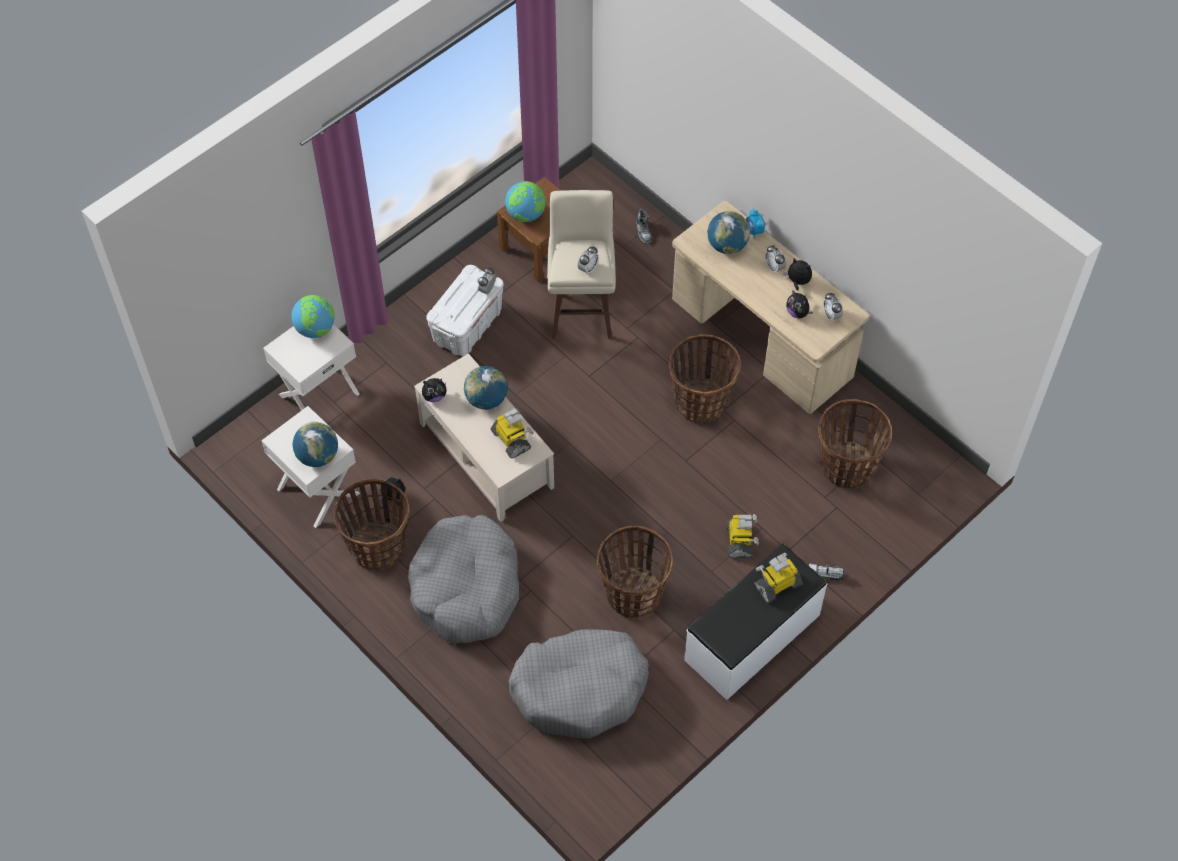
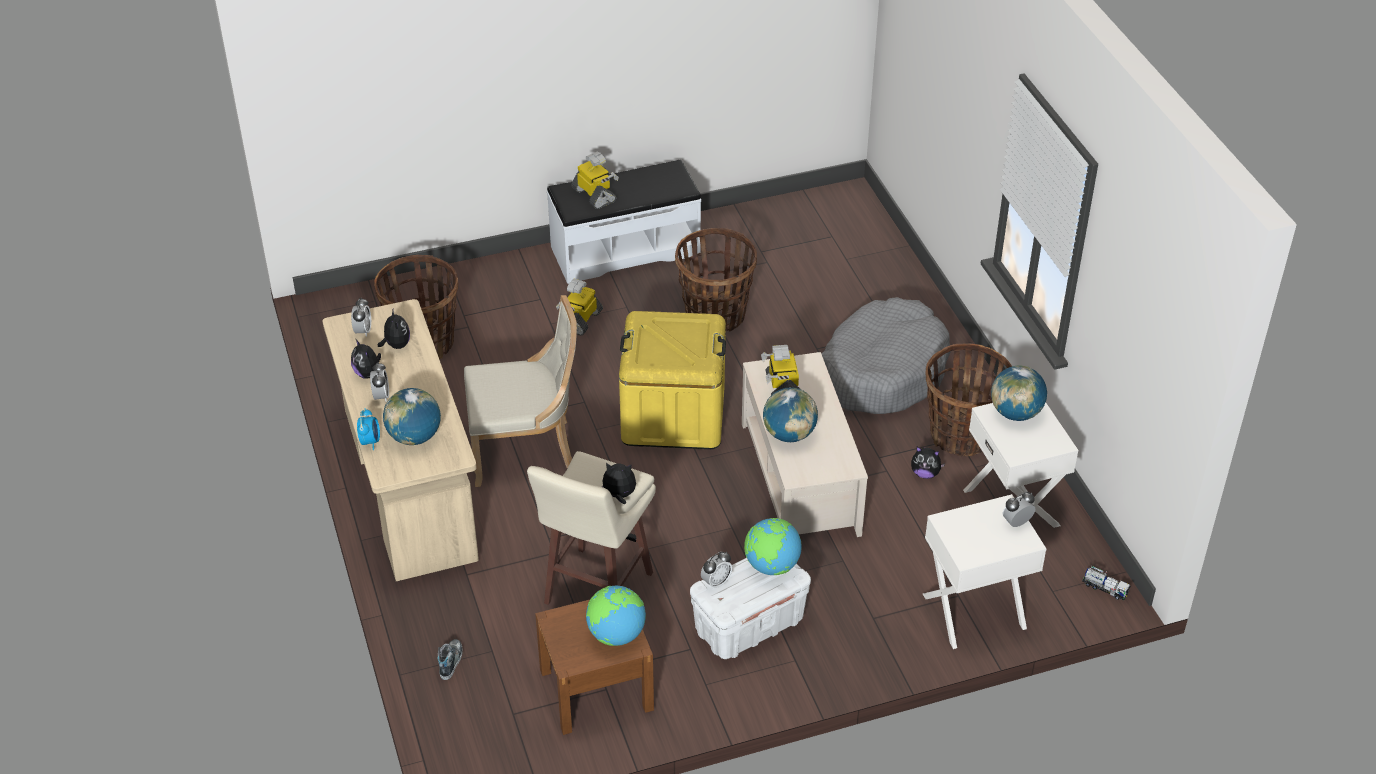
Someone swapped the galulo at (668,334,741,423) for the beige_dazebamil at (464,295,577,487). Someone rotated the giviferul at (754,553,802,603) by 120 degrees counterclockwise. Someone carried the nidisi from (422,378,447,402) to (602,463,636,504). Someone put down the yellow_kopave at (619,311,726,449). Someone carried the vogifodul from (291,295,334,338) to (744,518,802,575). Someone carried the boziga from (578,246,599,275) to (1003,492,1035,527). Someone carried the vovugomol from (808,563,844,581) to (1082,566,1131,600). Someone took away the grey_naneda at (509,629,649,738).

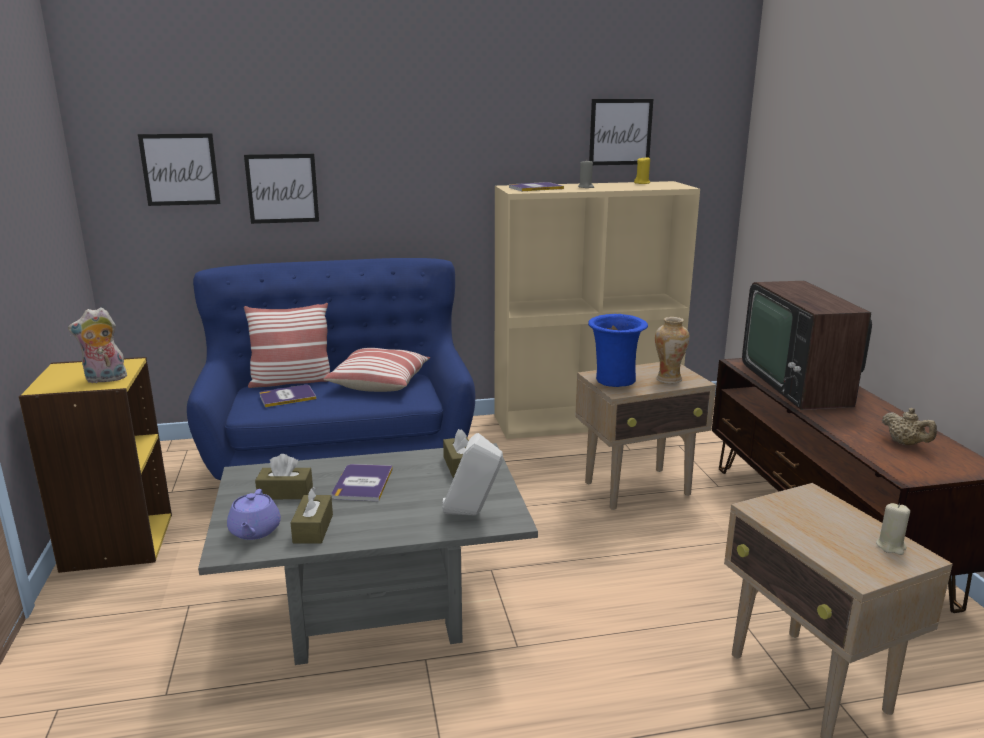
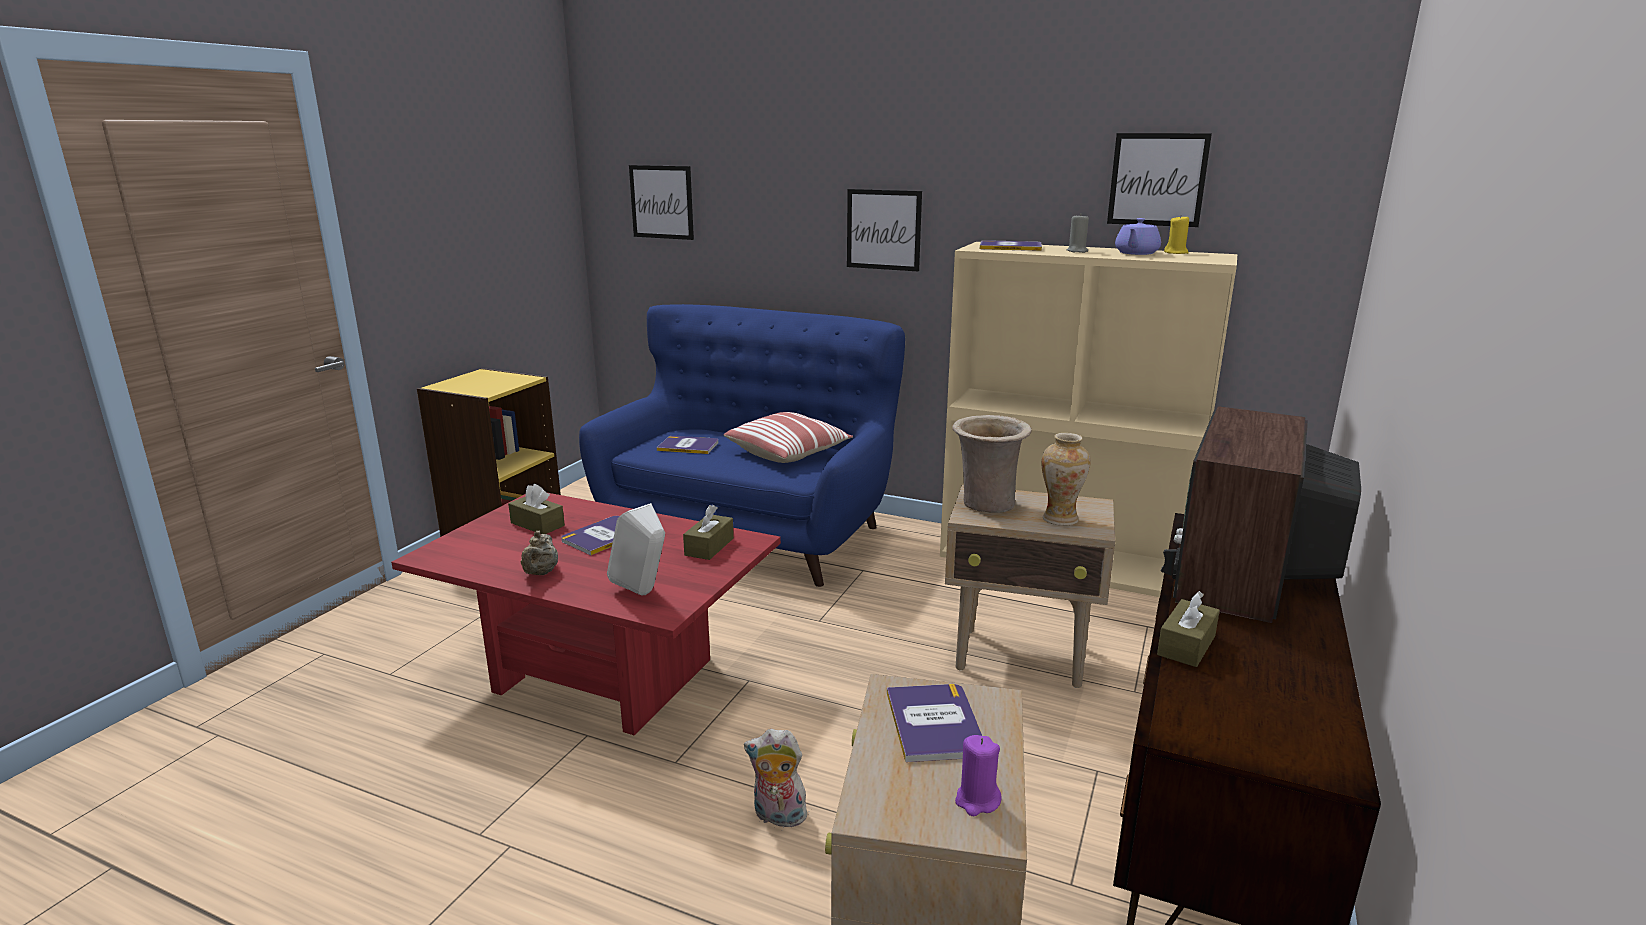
Someone repainted the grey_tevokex at (198,443,538,665), which became the red_tevokex at (391,493,781,735). Someone carried the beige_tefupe from (882,408,937,445) to (520,531,558,575). Someone carried the nidisi from (68,307,130,383) to (744,729,807,827). Someone carried the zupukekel from (244,154,319,224) to (847,189,922,271). Someone put down the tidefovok at (887,684,982,762). Someone repainted the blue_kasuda at (588,314,648,387), which became the beige_kasuda at (952,415,1032,513). Someone repainted the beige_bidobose at (876,503,910,555), which became the purple_bidobose at (955,735,1002,816). Someone carried the purple_tefupe from (227,489,281,540) to (1115,218,1161,255). Someone carried the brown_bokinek from (291,486,333,544) to (1157,591,1220,667). Someone took away the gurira at (244,303,330,388).

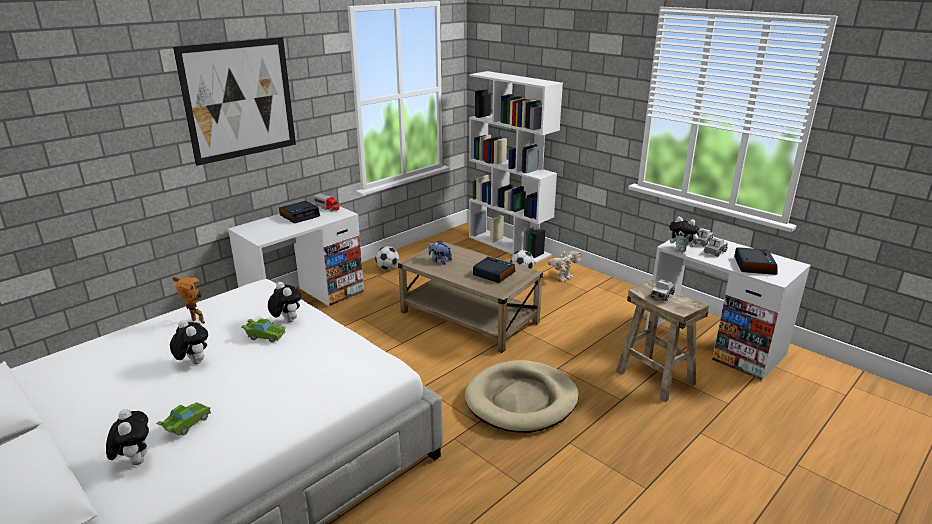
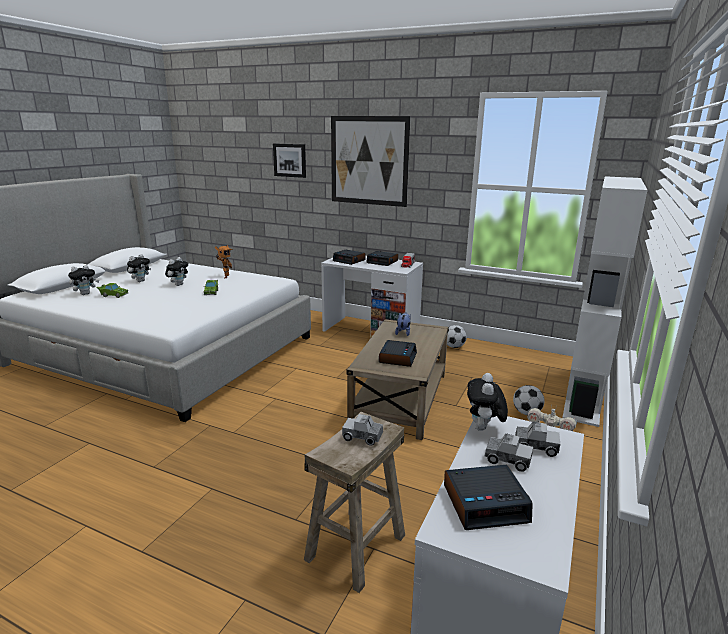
Someone carried the nidisi from (268,282,301,323) to (127,254,151,282). Someone put up the zupukekel at (273,143,306,178). Someone put down the boziga at (333,250,366,265). Someone took away the beige_naneda at (464,360,579,433).

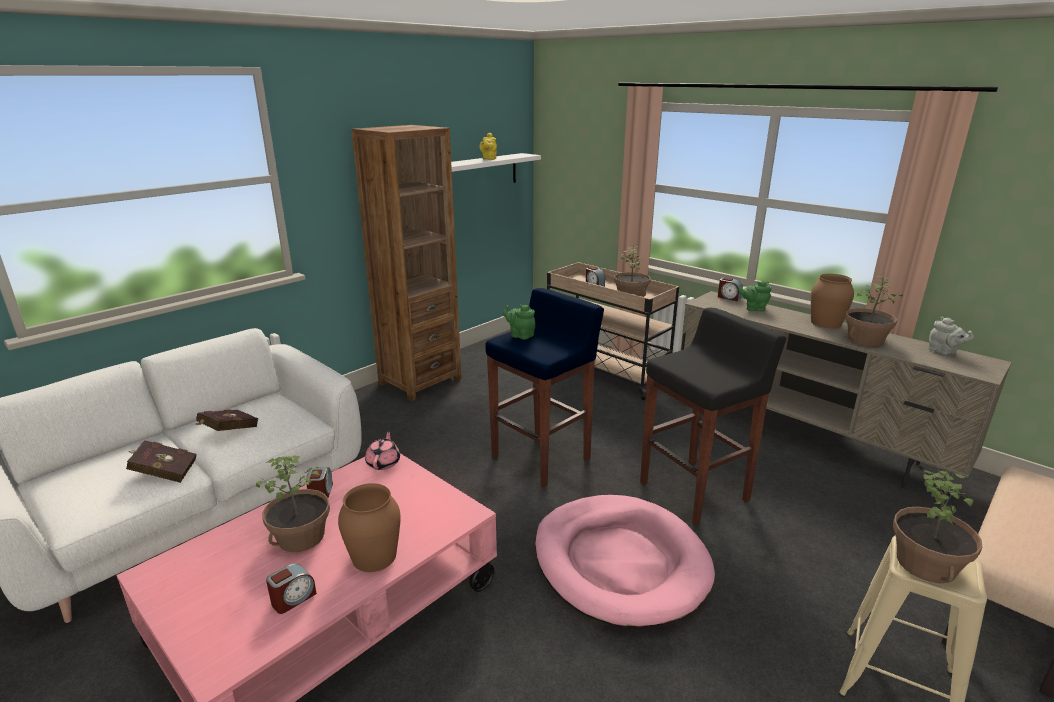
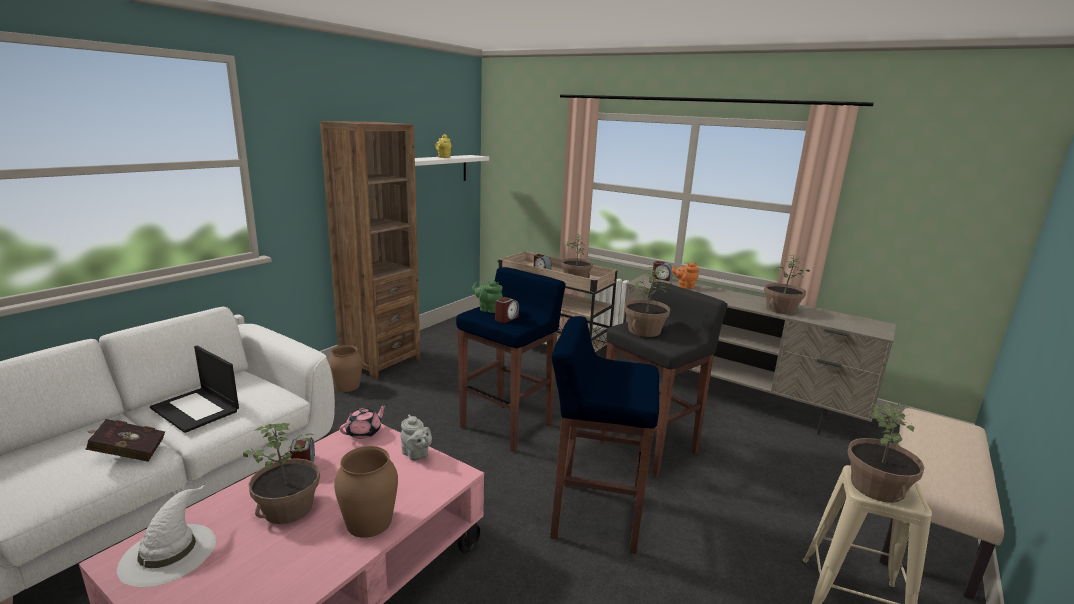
Someone put down the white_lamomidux at (117,483,216,587). Someone swapped the red_tidefovok at (195,409,259,431) for the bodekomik at (150,345,239,433). Someone carried the brown_kasuda from (811,274,854,329) to (328,345,363,392). Someone rotated the pink_tefupe at (365,430,400,470) by 45 degrees clockwise. Someone carried the grey_tefupe from (928,317,974,355) to (400,415,432,461). Someone carried the boziga from (266,564,317,614) to (495,297,519,323). Someone swapped the pink_naneda at (535,495,715,628) for the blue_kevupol at (550,316,659,554). Someone put down the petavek at (624,267,672,337). Someone repainted the green_tefupe at (738,281,772,312), which became the orange_tefupe at (672,262,699,289).

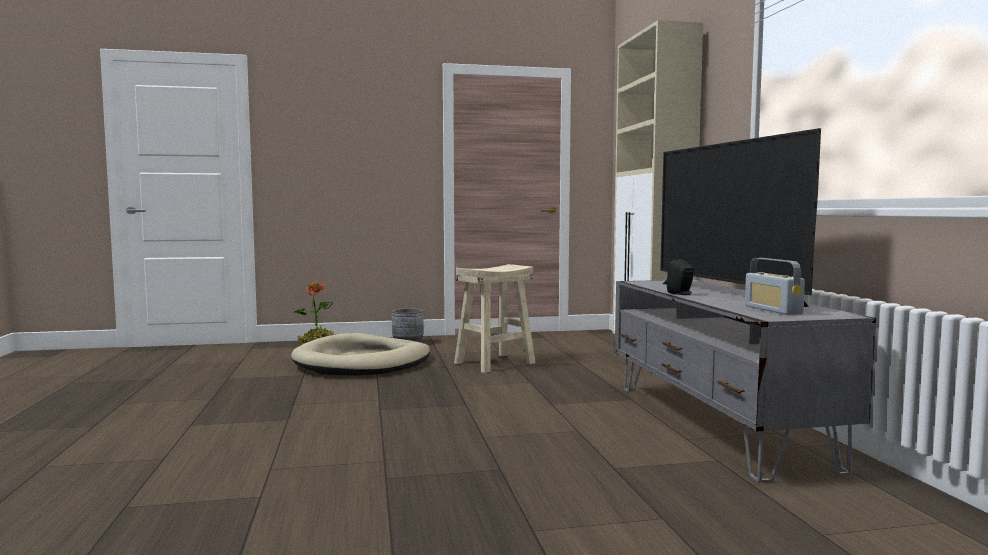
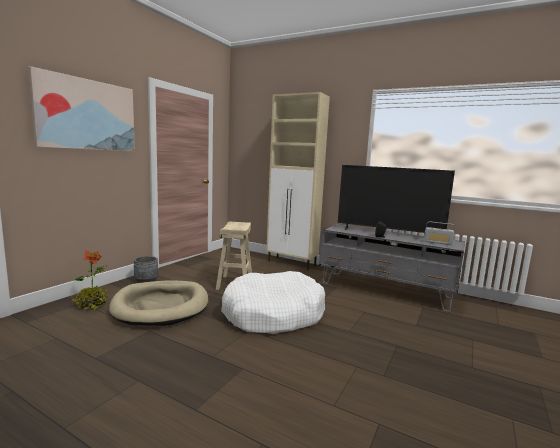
Someone put up the zupukekel at (28,66,135,151). Someone put down the white_naneda at (221,271,325,334).

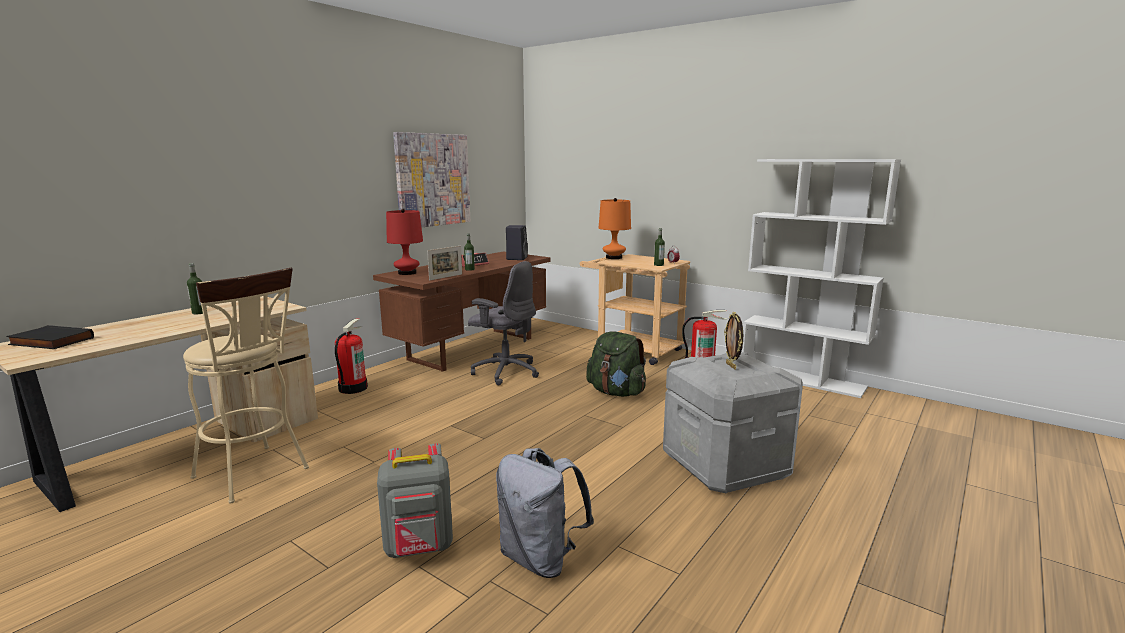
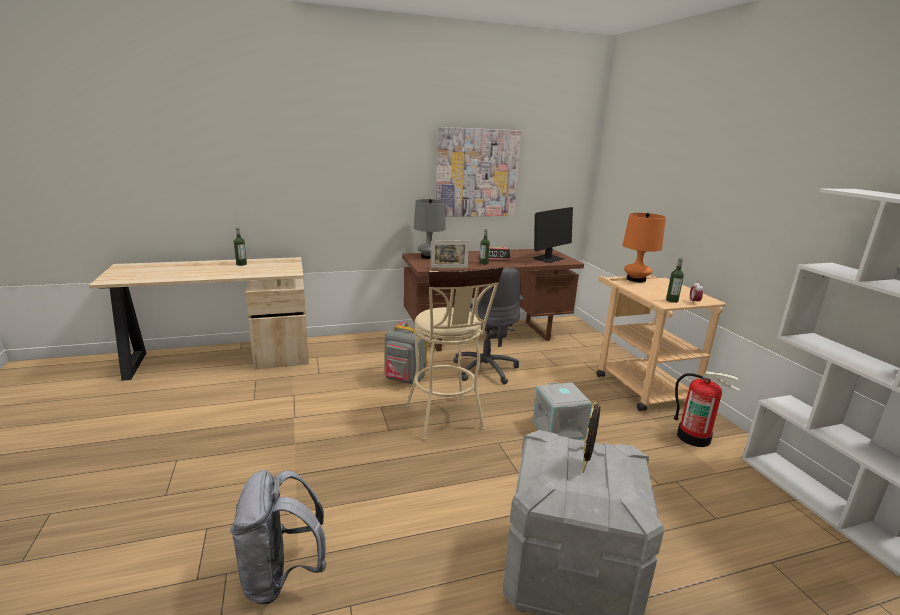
Someone carried the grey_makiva from (377,443,453,558) to (385,321,427,384). Someone carried the beige_kevupol from (183,268,309,503) to (406,266,503,440). Someone repainted the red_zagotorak at (386,209,423,275), which became the grey_zagotorak at (414,199,446,259). Someone swapped the green_makiva at (586,331,646,397) for the grey_kopave at (532,382,592,440). Someone swapped the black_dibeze at (506,225,528,260) for the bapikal at (533,207,573,263). Someone took away the black_tidefovok at (6,325,94,349). Someone took away the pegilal at (335,319,368,394).

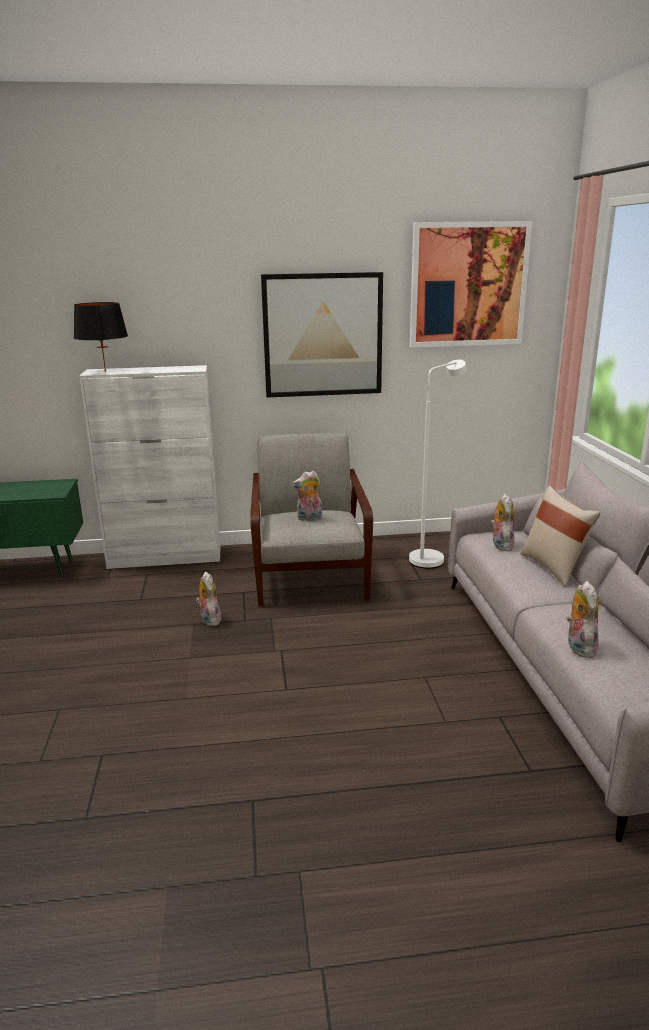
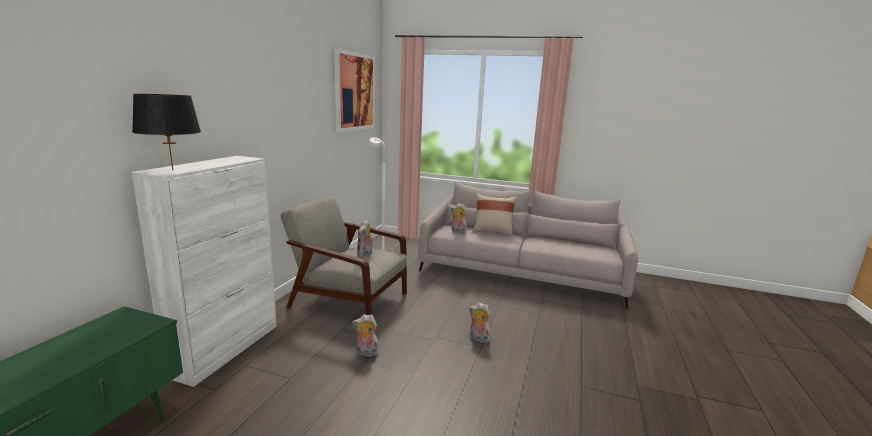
Someone carried the nidisi from (566,581,599,658) to (469,303,490,343). Someone took away the zupukekel at (261,272,383,398).

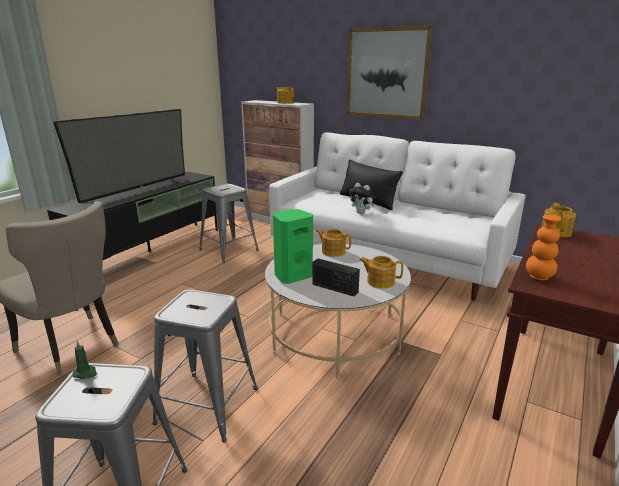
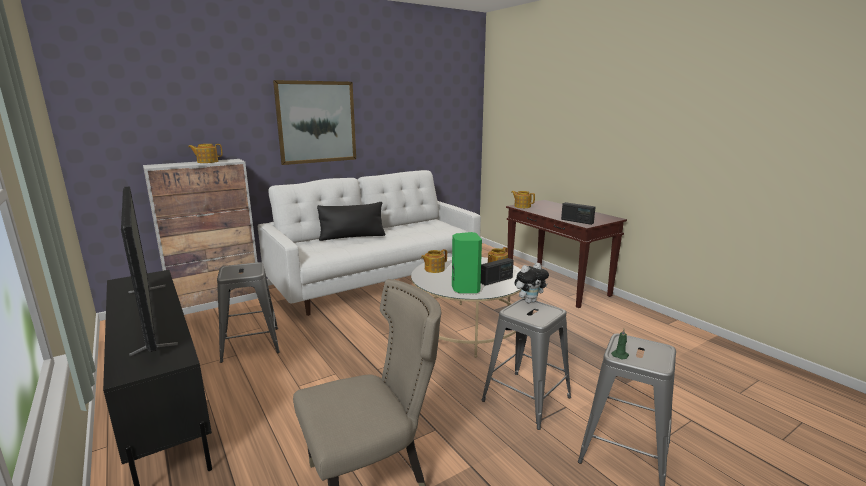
Someone carried the nidisi from (349,183,376,214) to (515,263,549,303). Someone swapped the orange_kasuda at (526,215,562,280) for the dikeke at (561,202,595,225).

